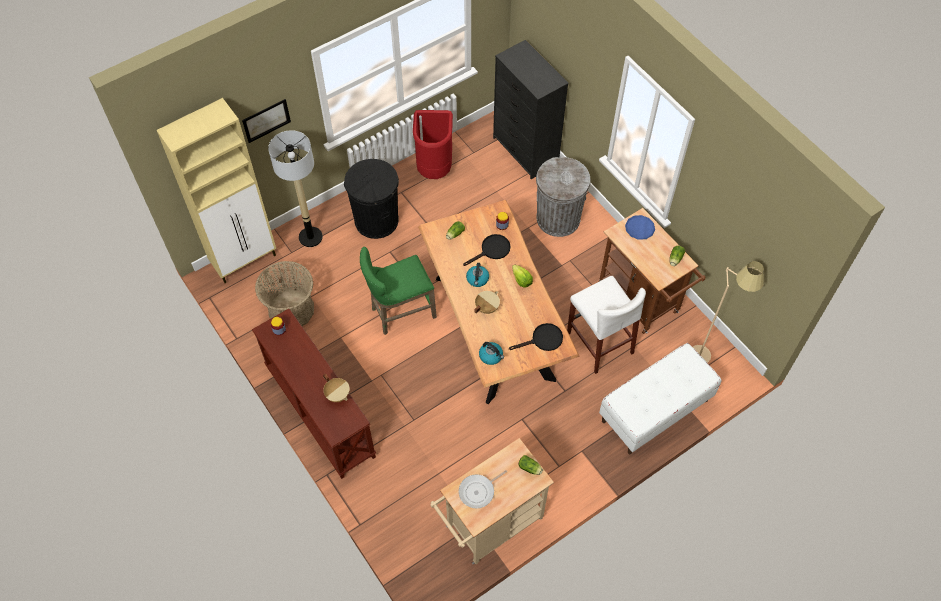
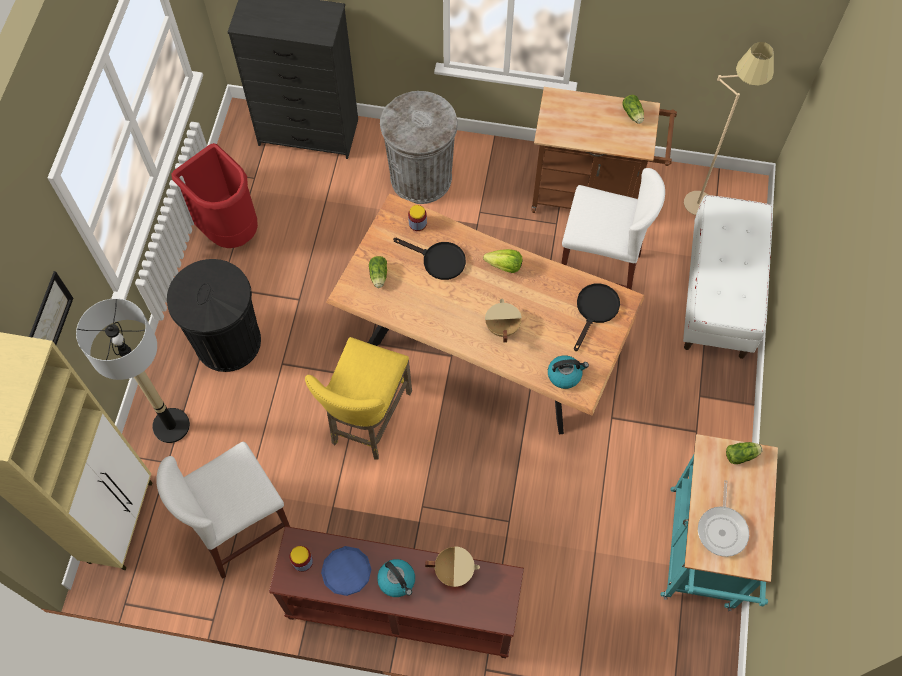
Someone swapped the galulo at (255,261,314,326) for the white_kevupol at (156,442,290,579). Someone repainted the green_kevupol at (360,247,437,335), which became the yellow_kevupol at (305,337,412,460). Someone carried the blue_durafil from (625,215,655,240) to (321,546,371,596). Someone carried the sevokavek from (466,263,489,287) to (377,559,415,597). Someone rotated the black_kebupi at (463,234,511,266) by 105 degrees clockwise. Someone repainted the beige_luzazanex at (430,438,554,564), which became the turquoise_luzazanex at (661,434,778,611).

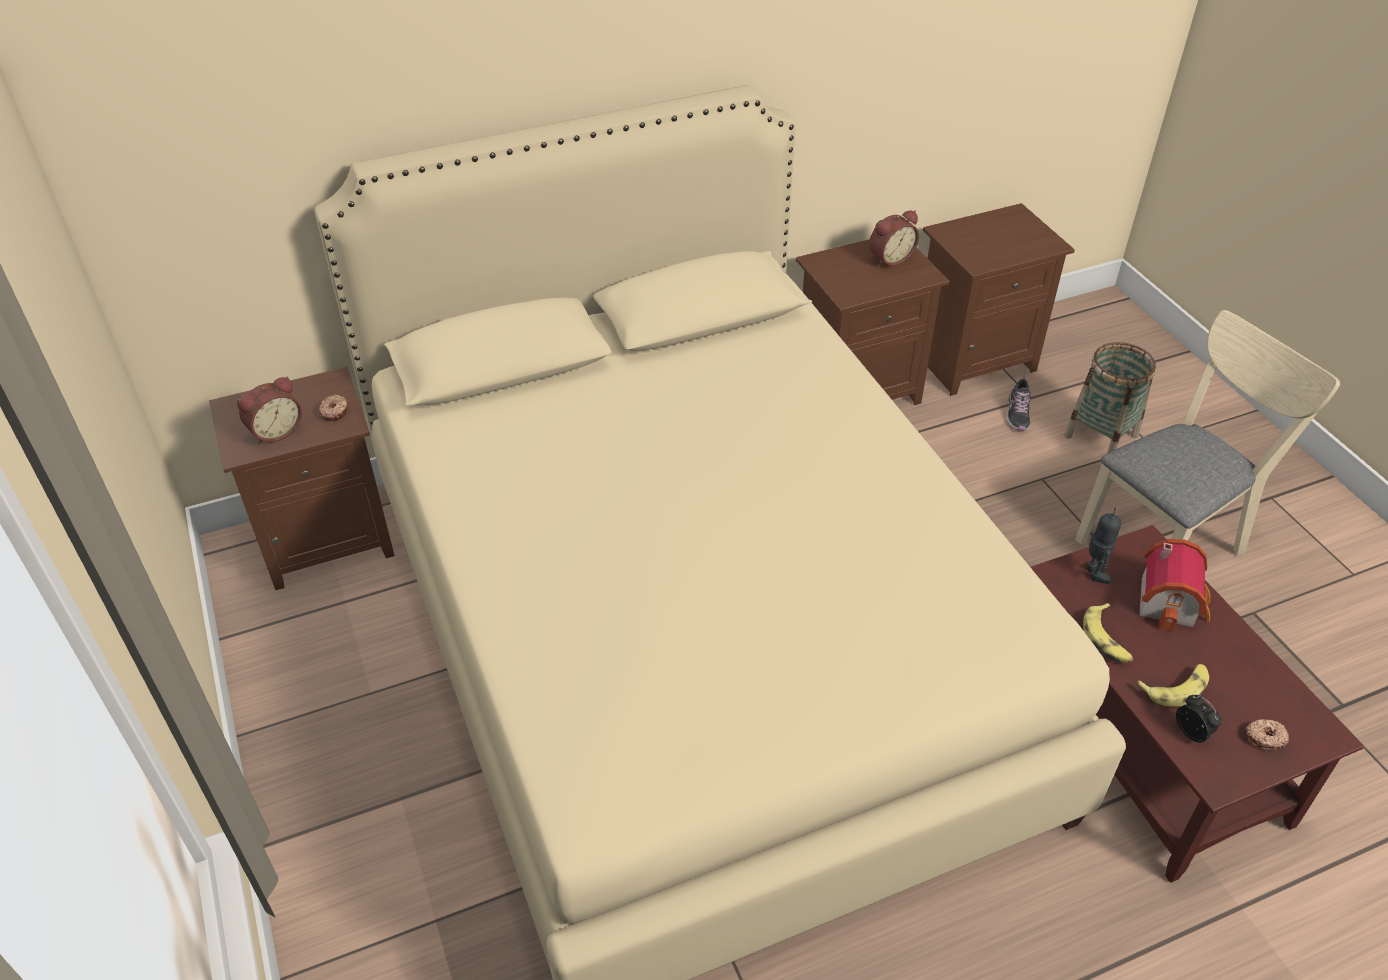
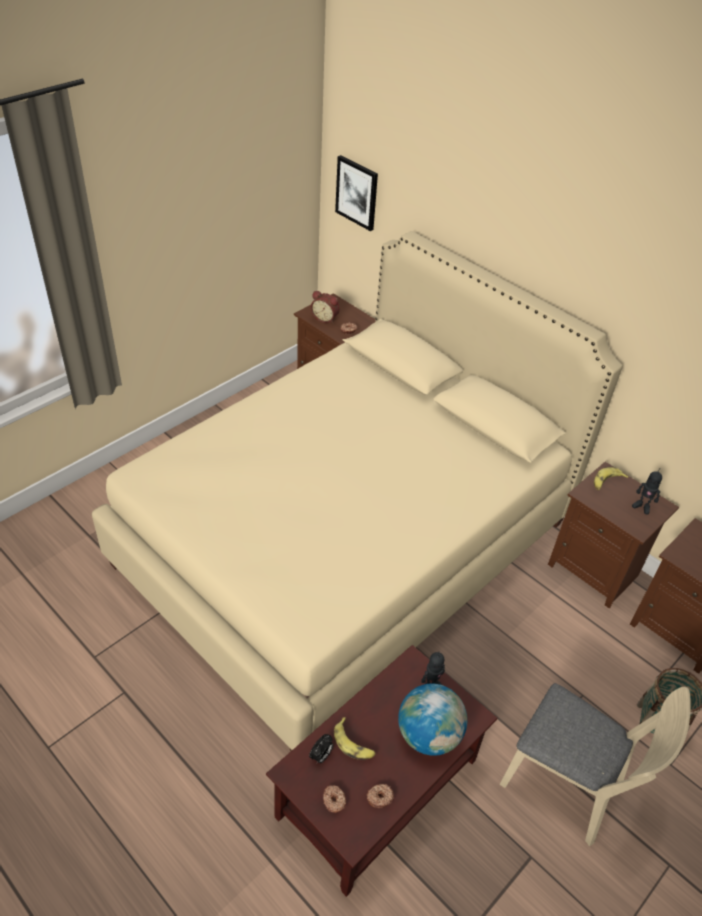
Someone put up the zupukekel at (335,155,378,231). Someone put down the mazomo at (367,784,394,808). Someone swapped the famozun at (1139,539,1210,633) for the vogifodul at (398,683,467,756). Someone carried the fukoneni from (1083,603,1133,663) to (594,467,628,490). Someone swapped the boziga at (869,210,919,267) for the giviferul at (632,468,662,515). Someone took away the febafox at (1006,376,1030,431).

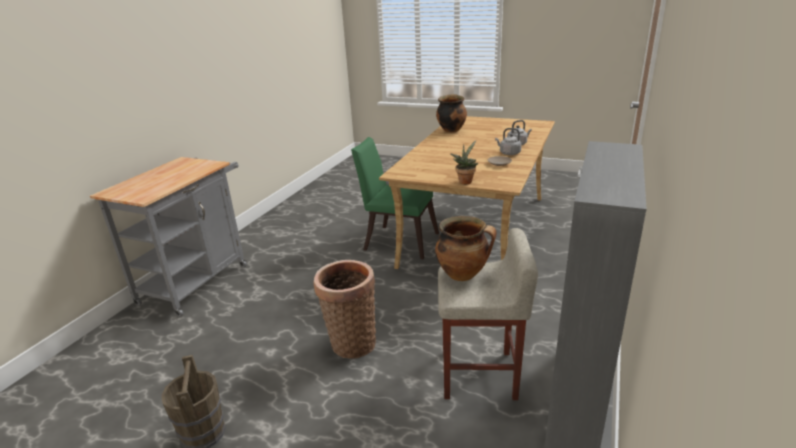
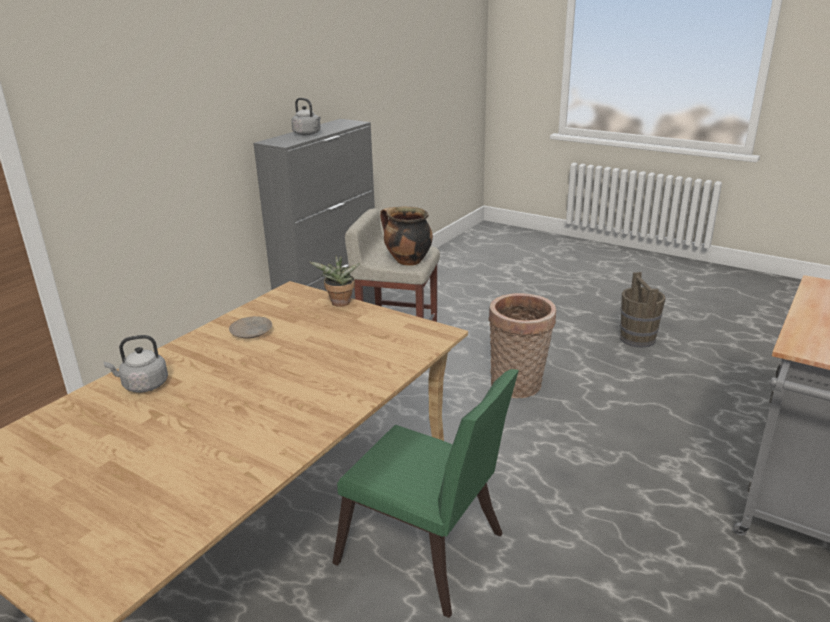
Someone carried the grey_sevokavek from (495,128,522,155) to (291,98,321,135). Someone took away the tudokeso at (436,94,467,133).

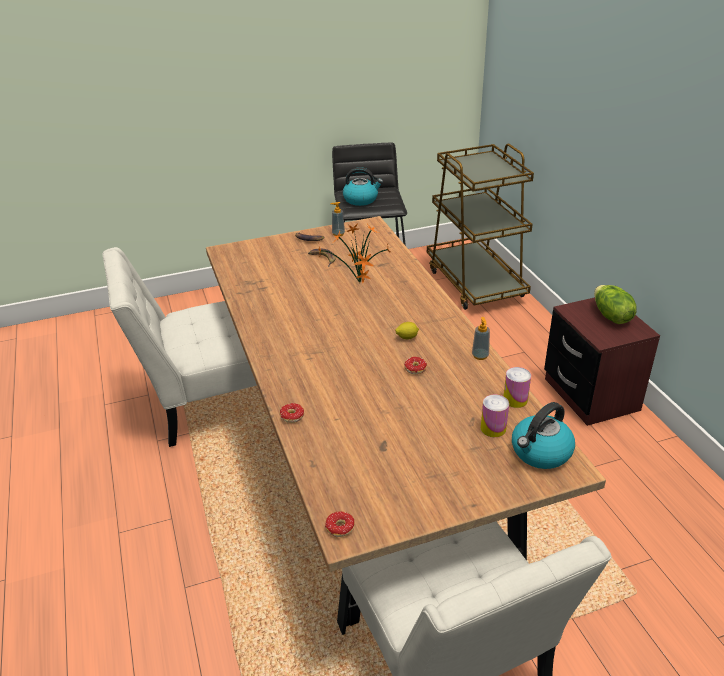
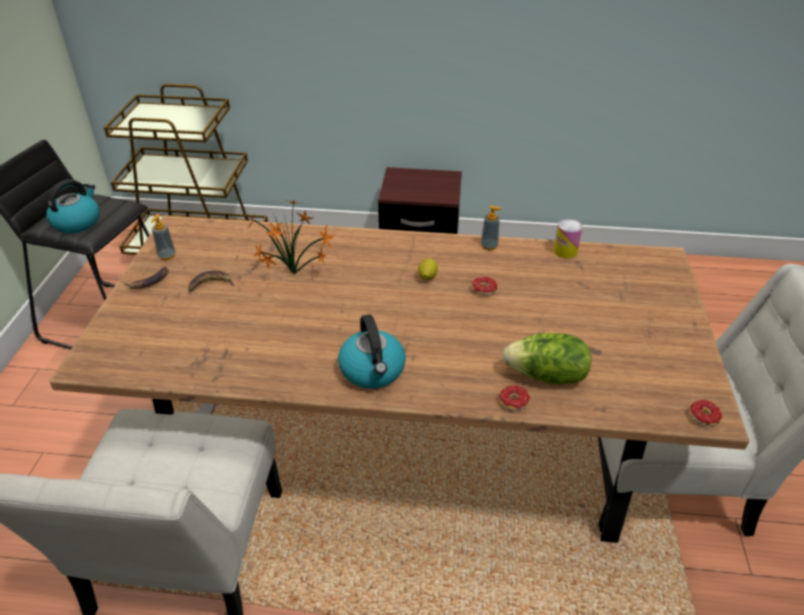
Someone carried the sevokavek from (512,402,575,469) to (338,314,406,389). Someone carried the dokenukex from (594,285,637,324) to (503,333,591,384). Someone took away the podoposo at (481,395,509,437).

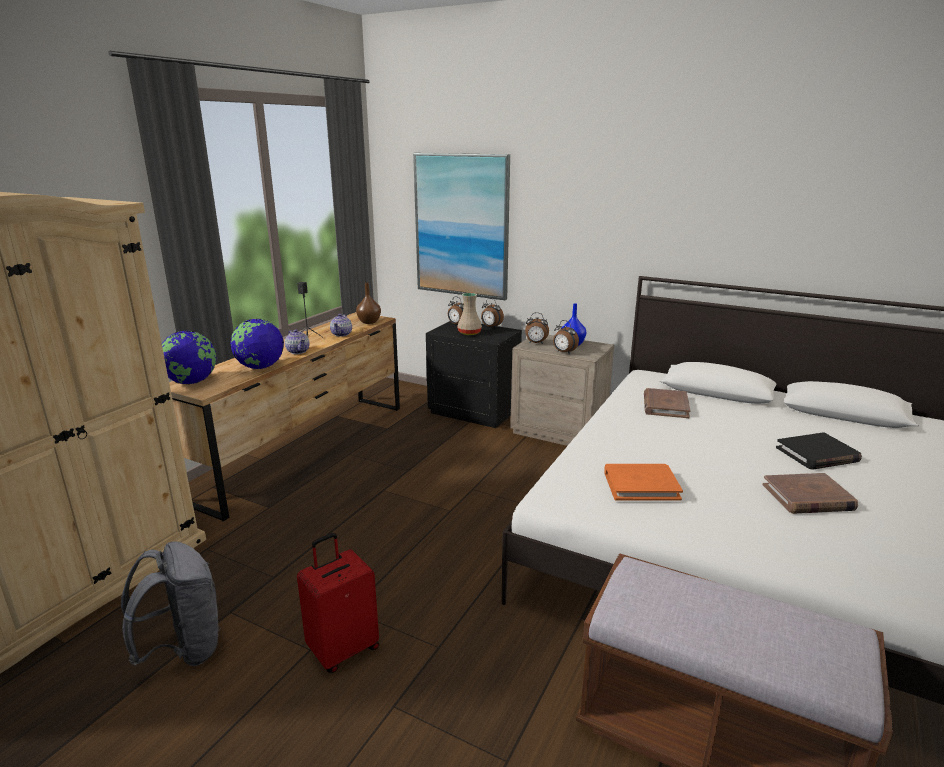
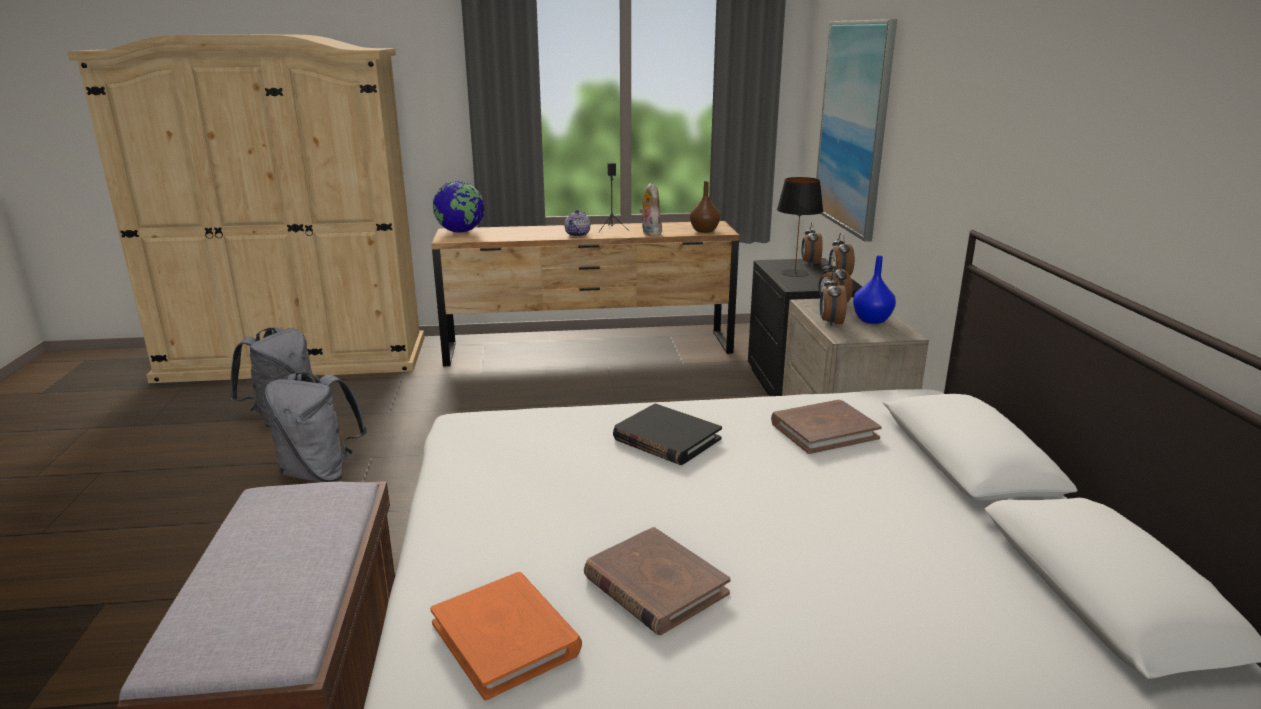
Someone swapped the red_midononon at (297,533,379,673) for the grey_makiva at (264,372,367,482). Someone carried the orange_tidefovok from (604,464,683,501) to (430,572,582,701). Someone carried the black_tidefovok from (776,432,862,470) to (613,404,722,465). Someone swapped the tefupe at (330,314,352,337) for the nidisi at (640,183,662,236). Someone swapped the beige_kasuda at (457,293,482,335) for the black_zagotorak at (777,177,824,277). Someone took away the vogifodul at (230,319,284,369).

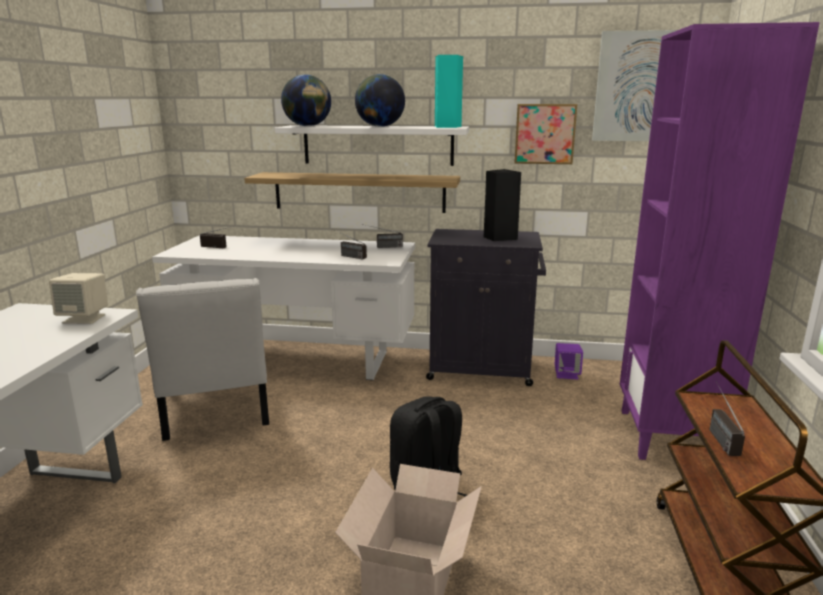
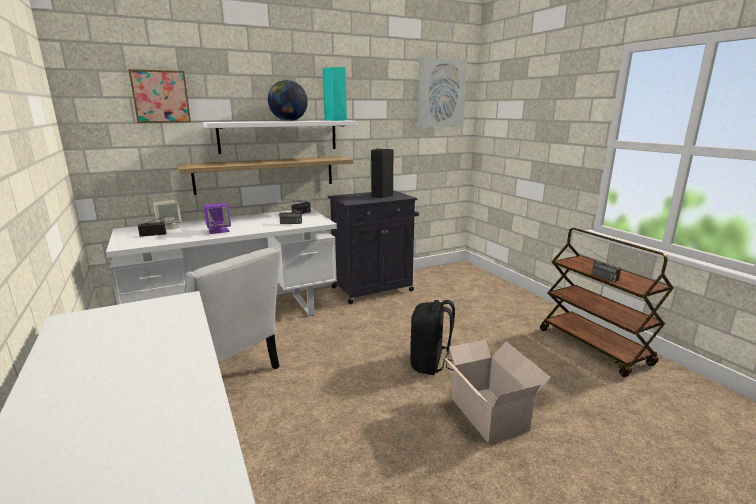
Someone carried the zupukekel from (514,104,577,164) to (128,69,191,123). Someone carried the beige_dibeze from (49,273,108,324) to (153,200,181,229). Someone carried the purple_dibeze from (555,343,583,380) to (204,203,231,234). Someone took away the vogifodul at (281,75,331,126). Someone took away the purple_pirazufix at (620,22,820,460).

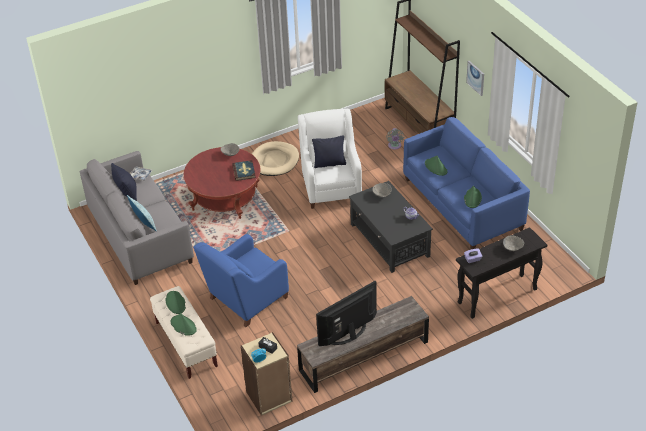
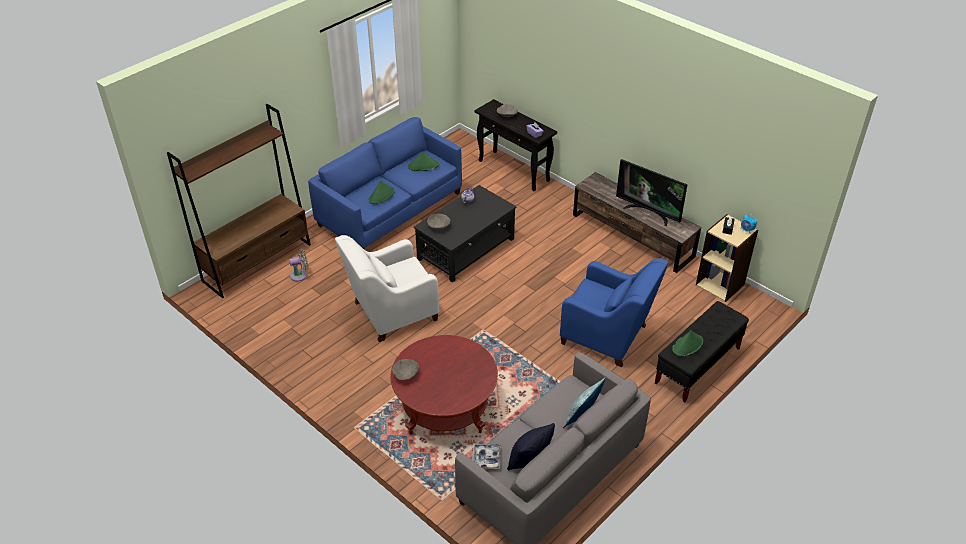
Someone repainted the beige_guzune at (150,286,218,379), which became the black_guzune at (655,301,749,402). Someone took away the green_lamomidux at (171,313,197,335). Someone took away the tidefovok at (232,160,256,181). Someone took away the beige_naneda at (252,141,299,176). Someone took away the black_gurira at (312,136,346,168). Someone took away the zupukekel at (466,61,484,96).

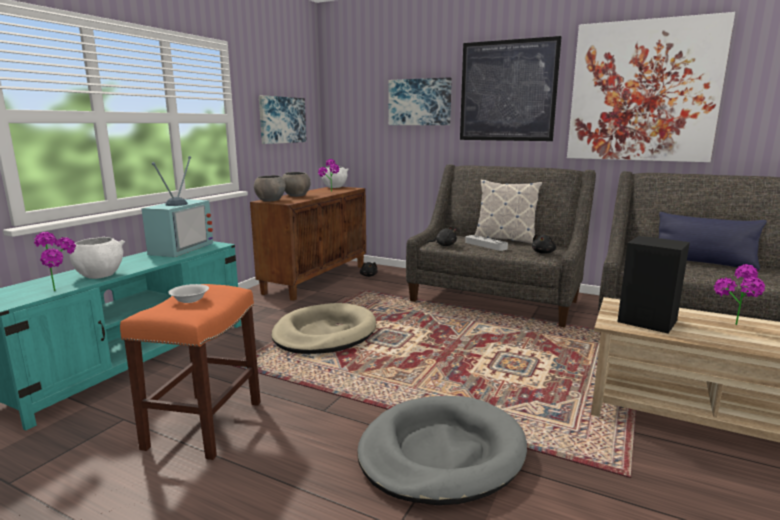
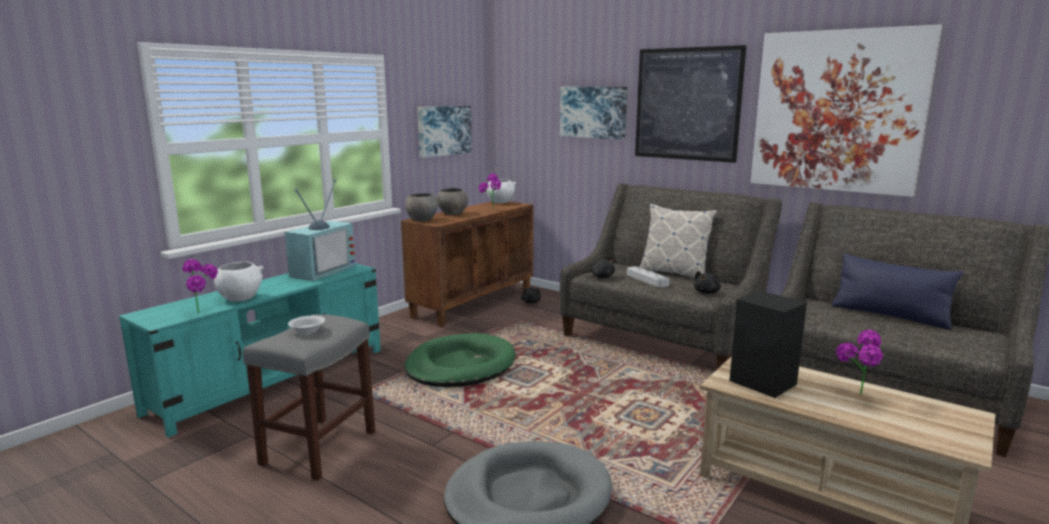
Someone repainted the orange_kevupol at (120,284,261,460), which became the grey_kevupol at (243,314,375,480). Someone repainted the beige_naneda at (271,303,376,354), which became the green_naneda at (405,333,515,387).

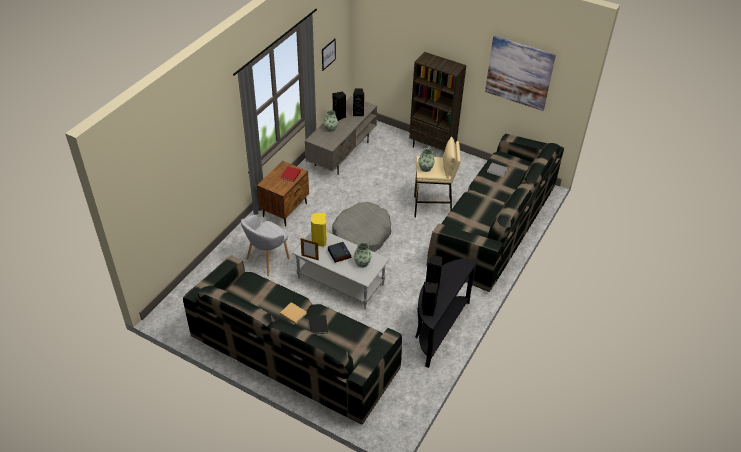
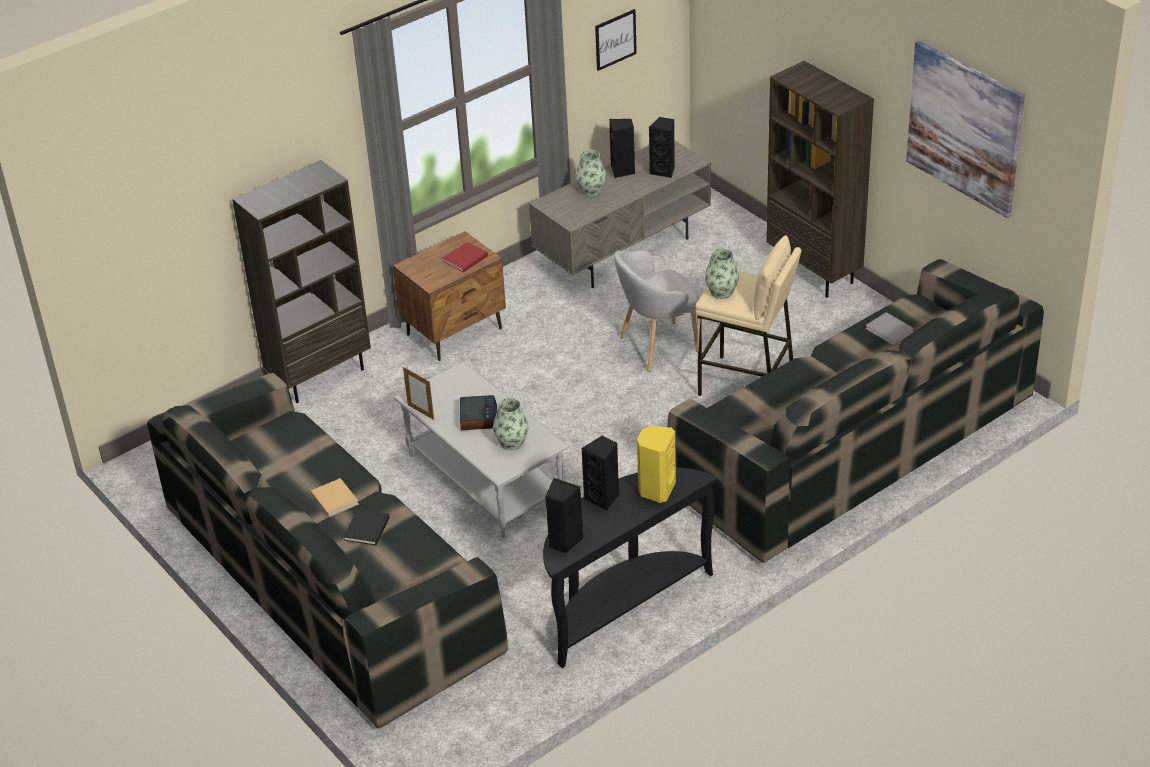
Someone put down the brown_pirazufix at (232,160,371,403). Someone carried the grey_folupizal from (241,215,289,276) to (614,251,700,372). Someone carried the yellow_dibeze from (311,213,327,247) to (637,425,676,503). Someone took away the grey_naneda at (332,202,391,252).

